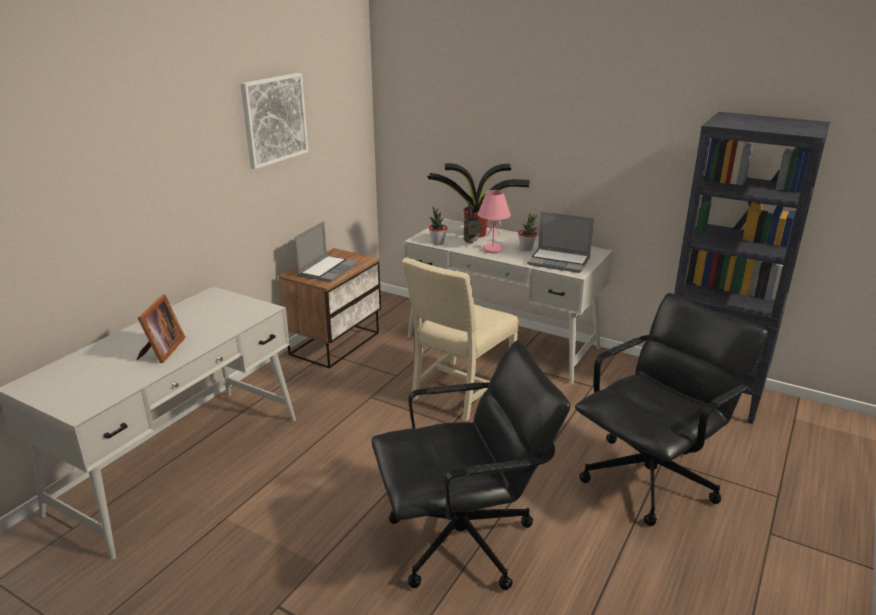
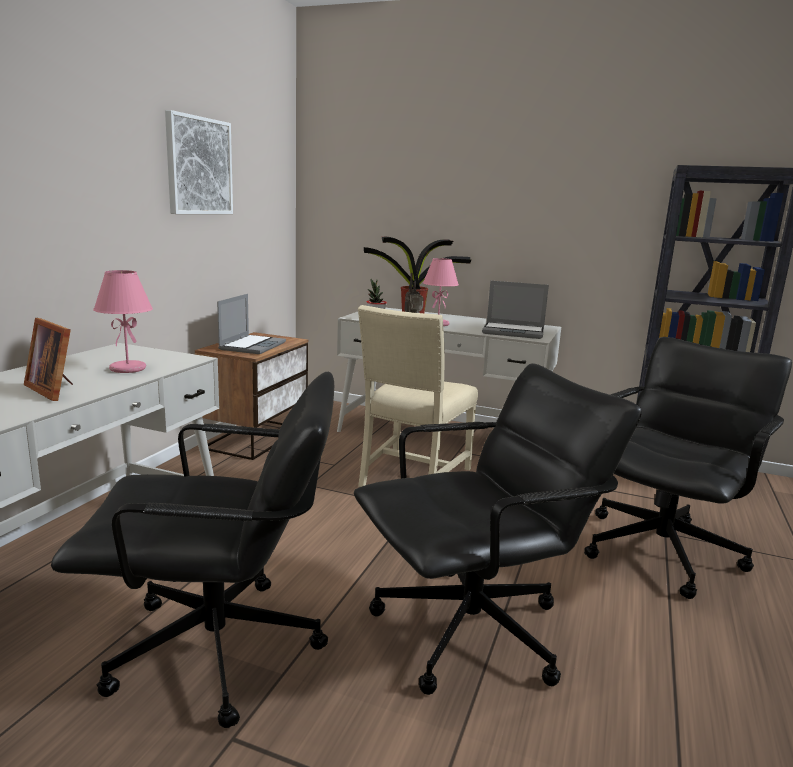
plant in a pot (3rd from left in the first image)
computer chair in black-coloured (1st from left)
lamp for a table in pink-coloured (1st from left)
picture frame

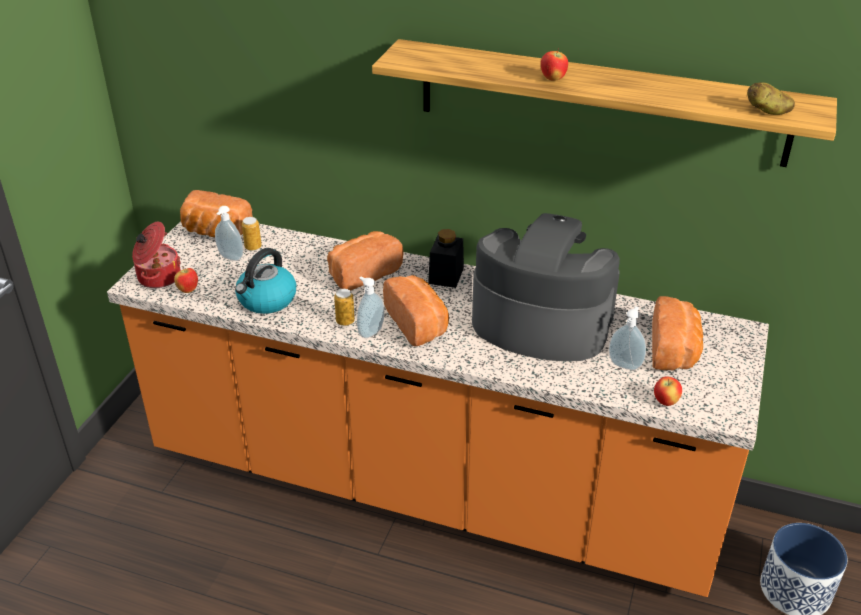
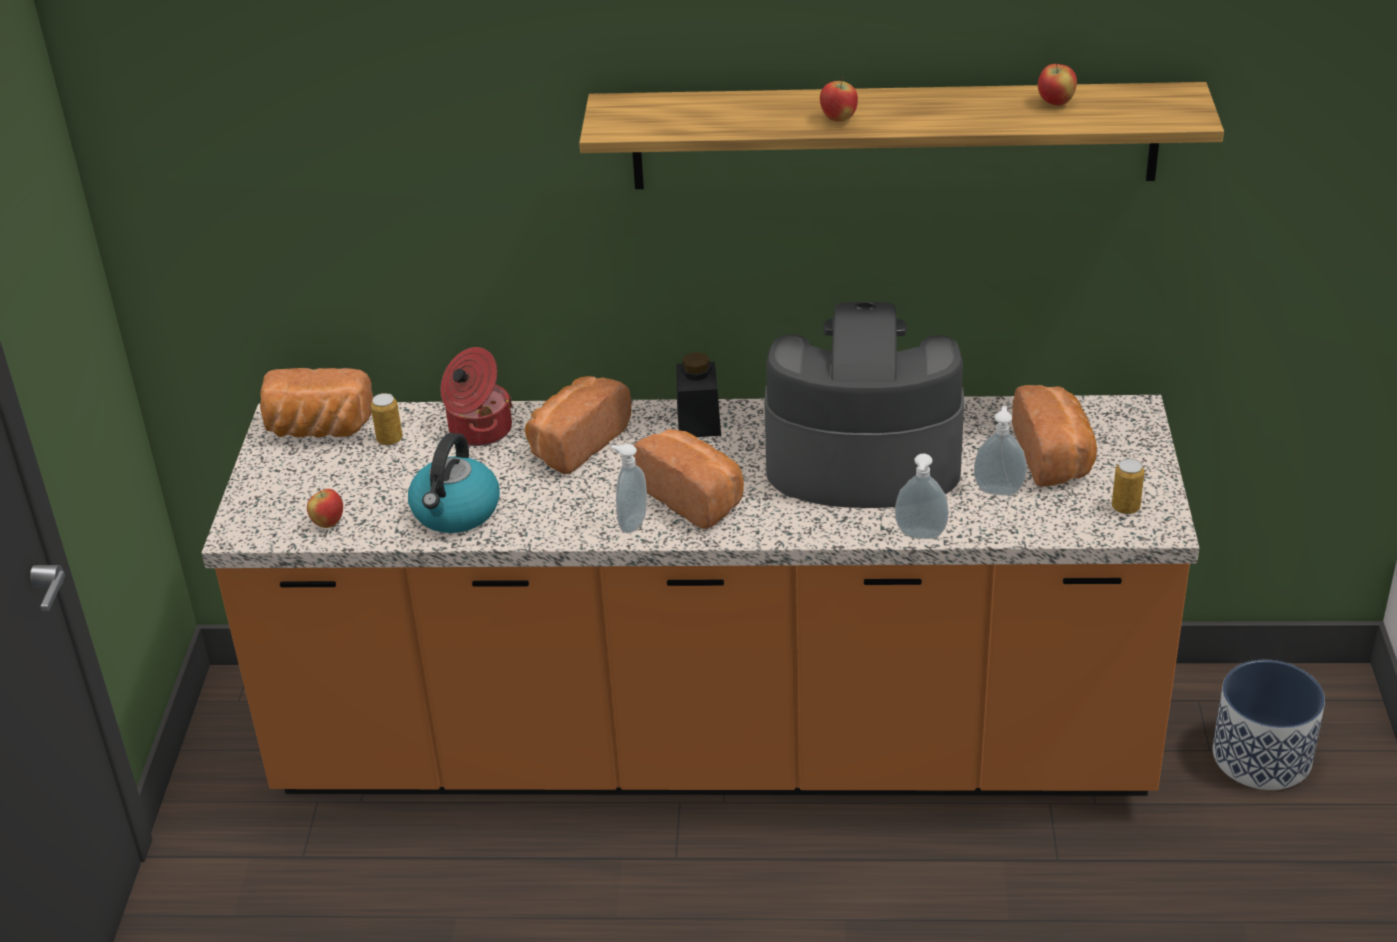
spud
cooking pot
soap bottle (2nd from left)
metal can (2nd from left)
apple (3rd from left)

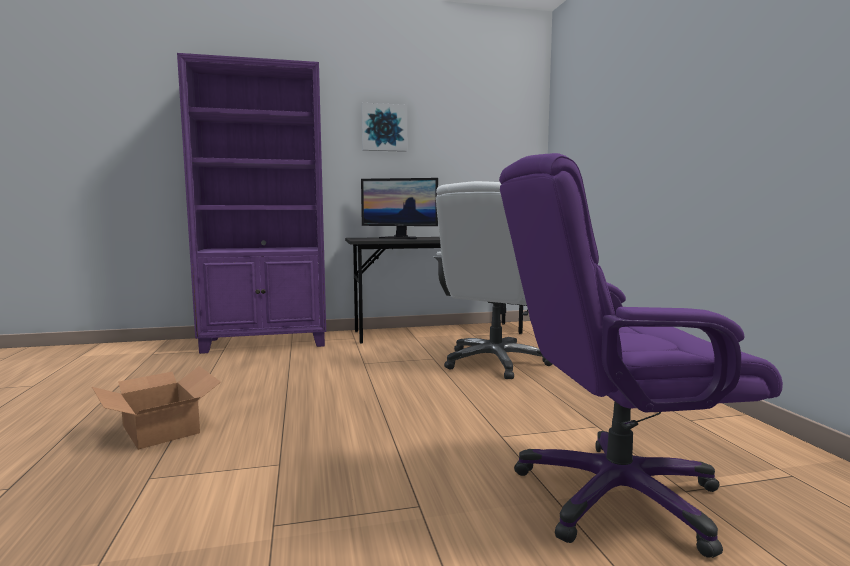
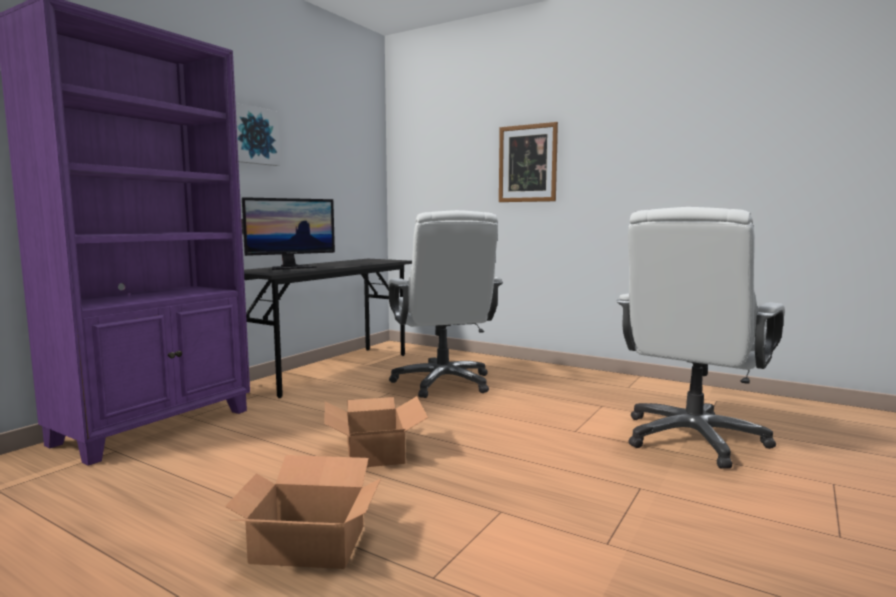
cardboard box (2nd from left)
wall picture (2nd from left)
computer chair in whitish (2nd from left)

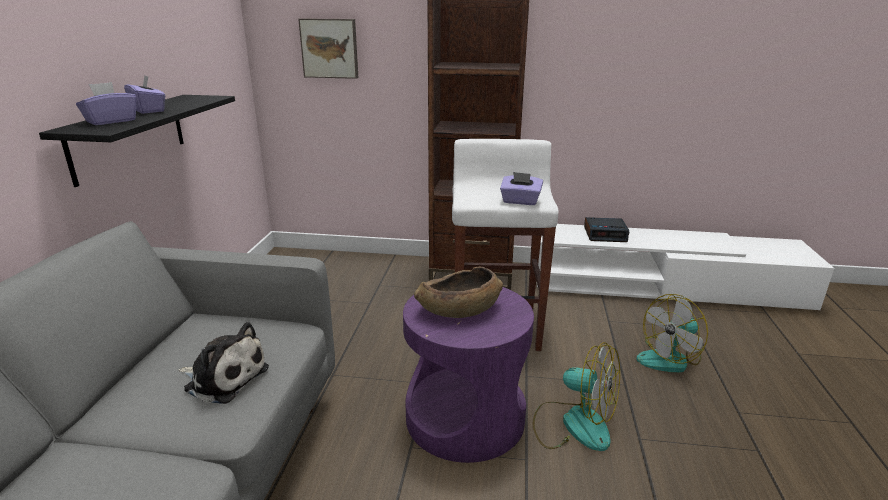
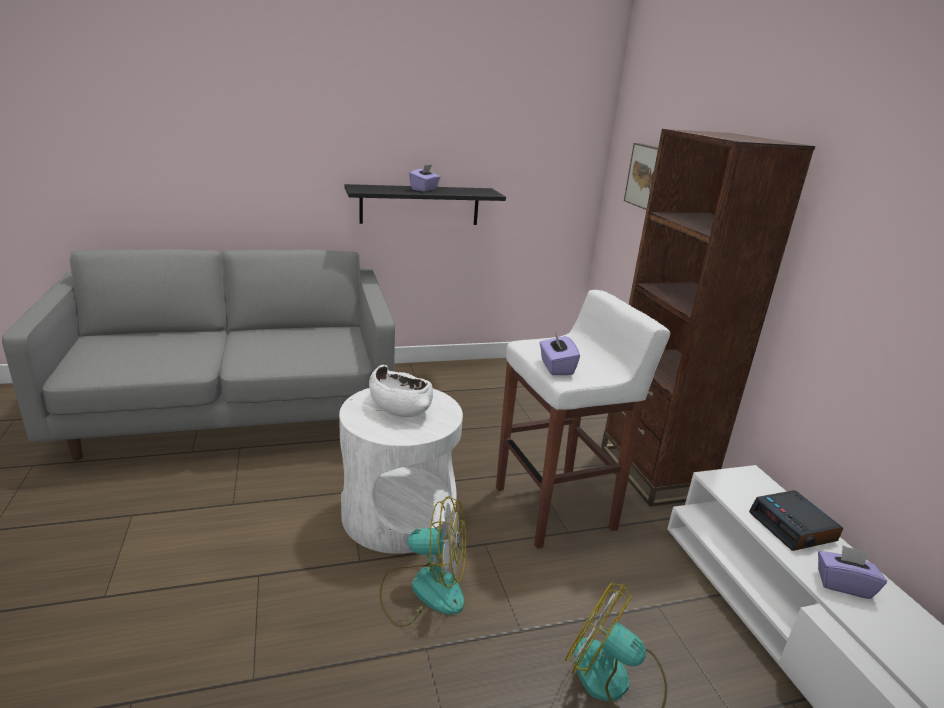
cuddly toy
box of tissues in purplish (3rd from left)
accent table in whitish
serving bowl in whitish
fan (1st from left)

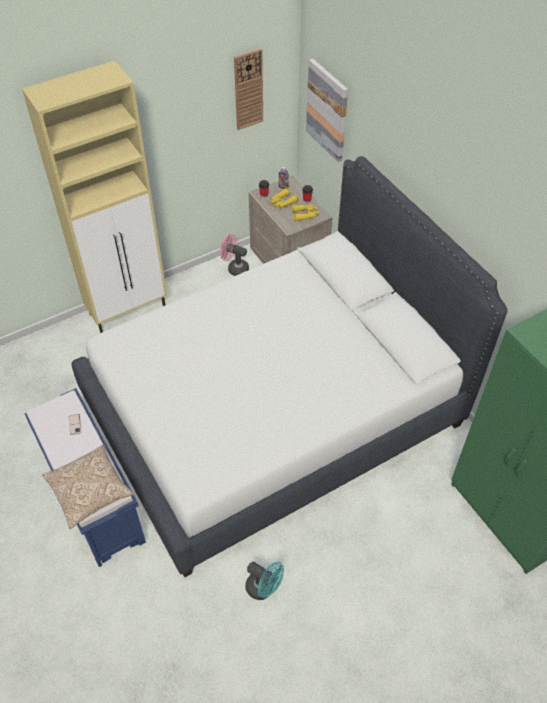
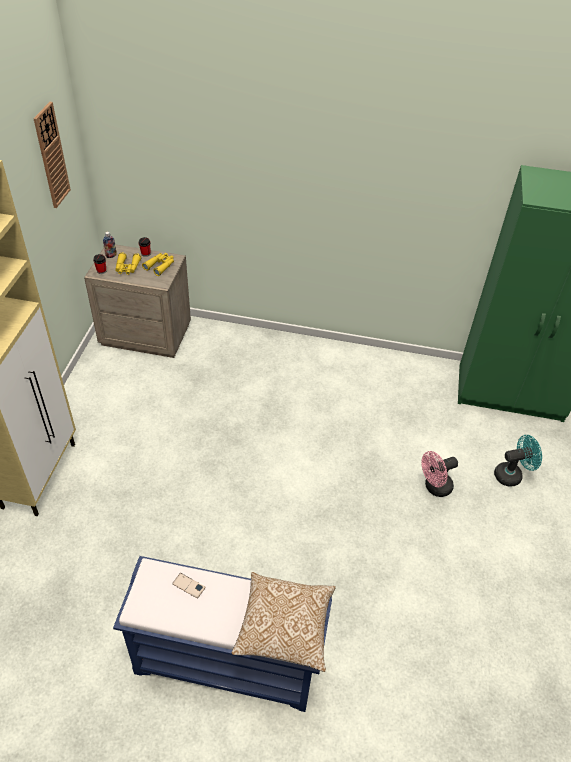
bedroom bed in whitish
wall picture
fan in pink-coloured
fan in turquoise

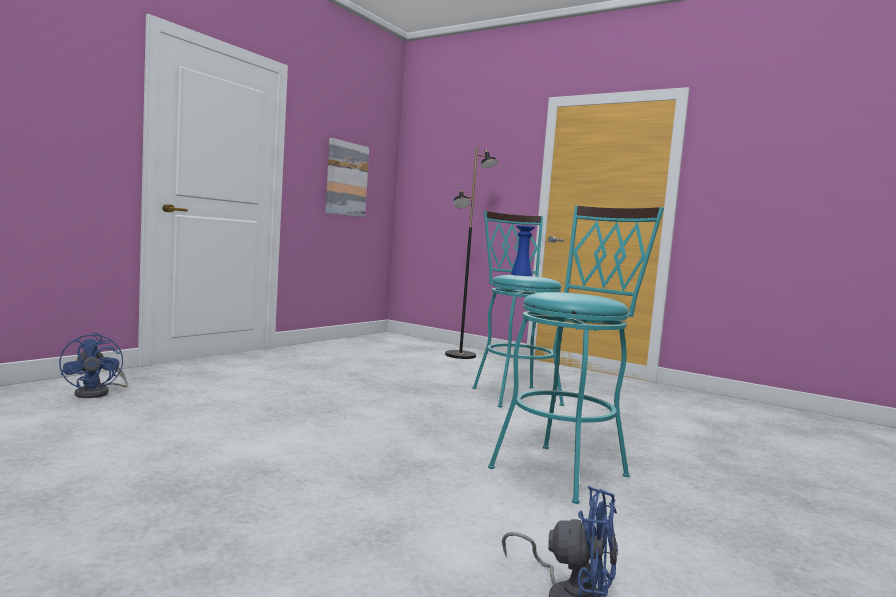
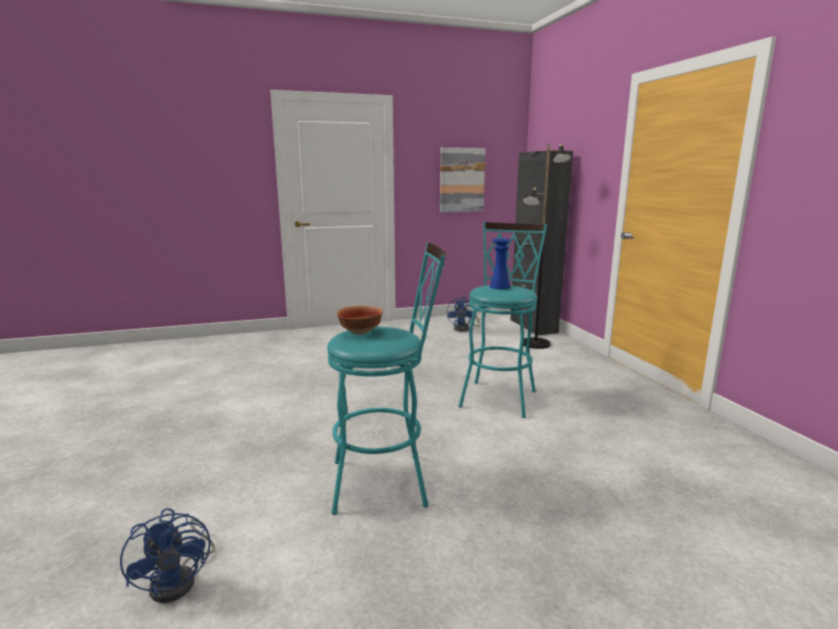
serving bowl
storage cabinet in black-coloured
fan in blue-coloured (2nd from left)

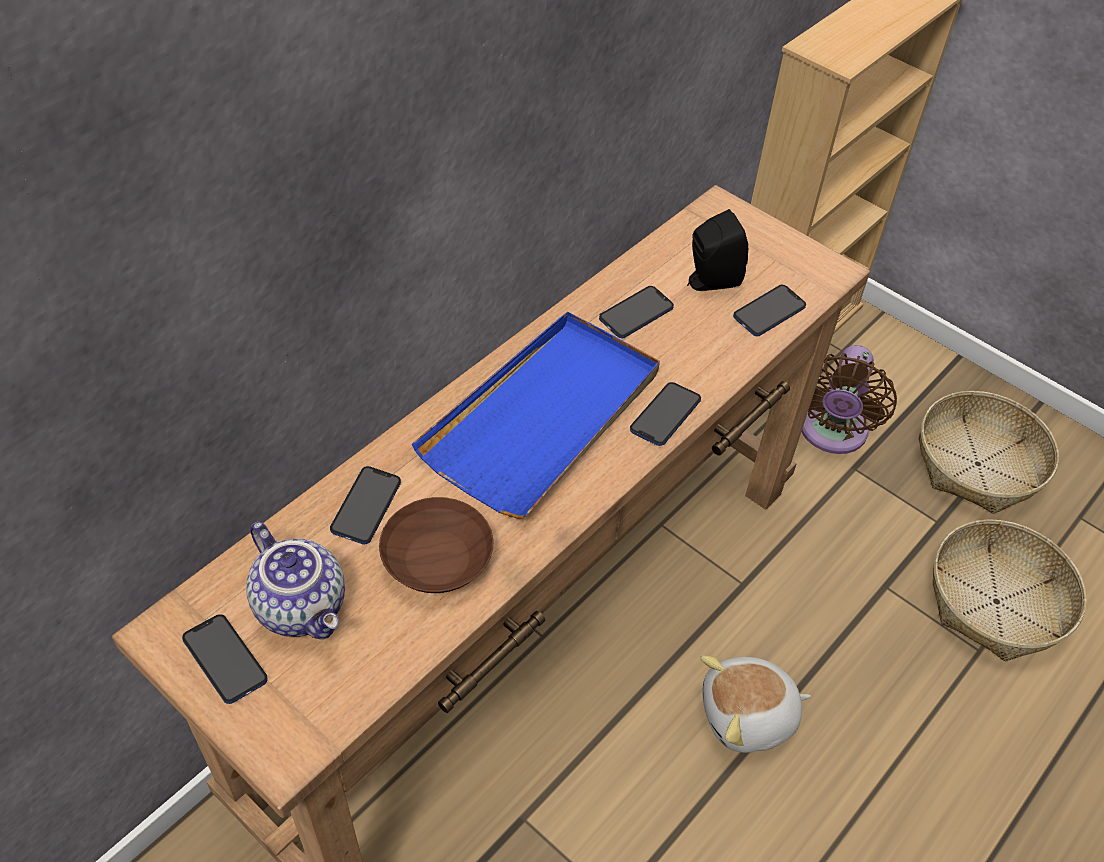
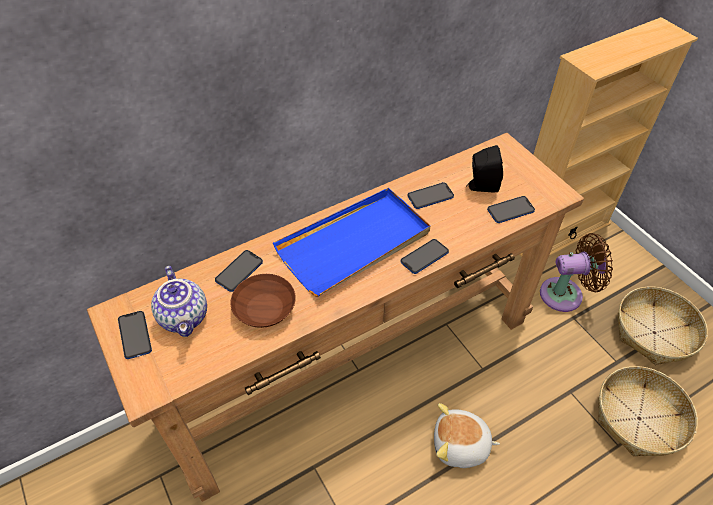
fan in brown-coloured

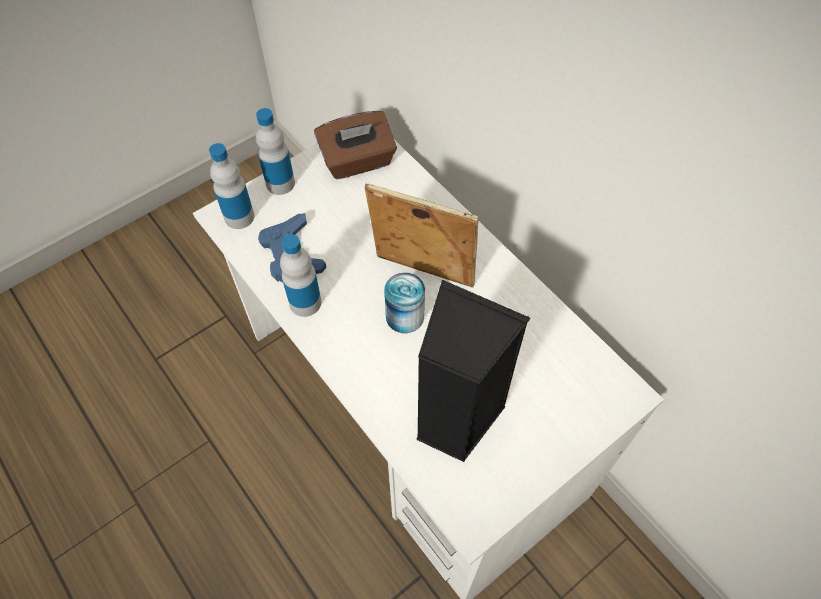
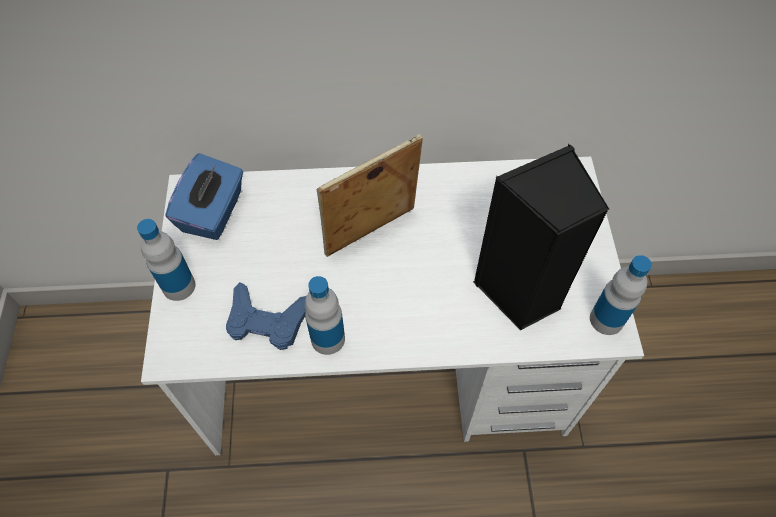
metal can
beverage bottle (3rd from left)
box of tissues in blue-coloured

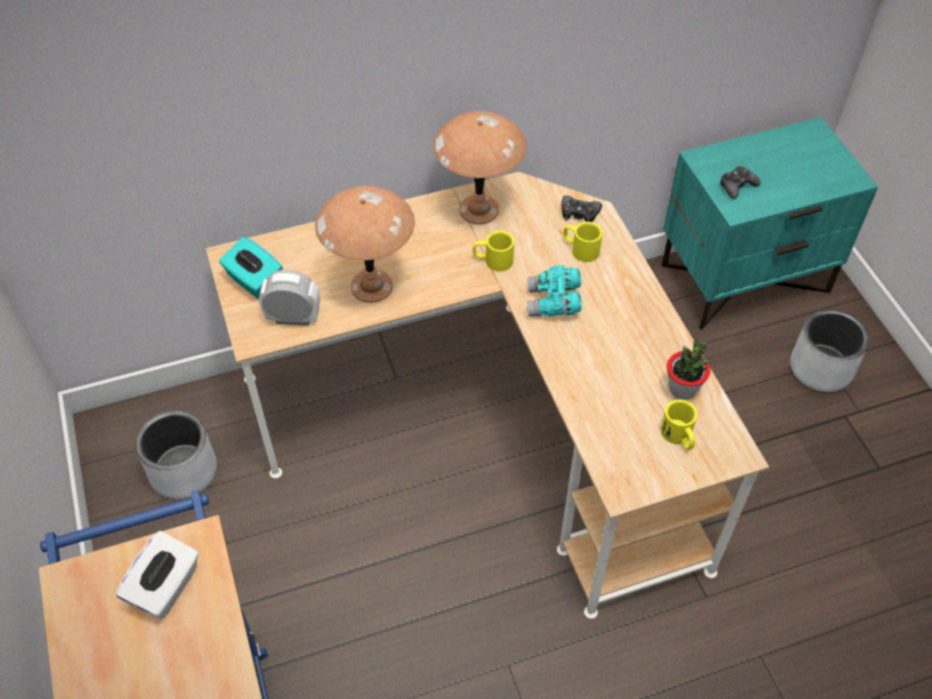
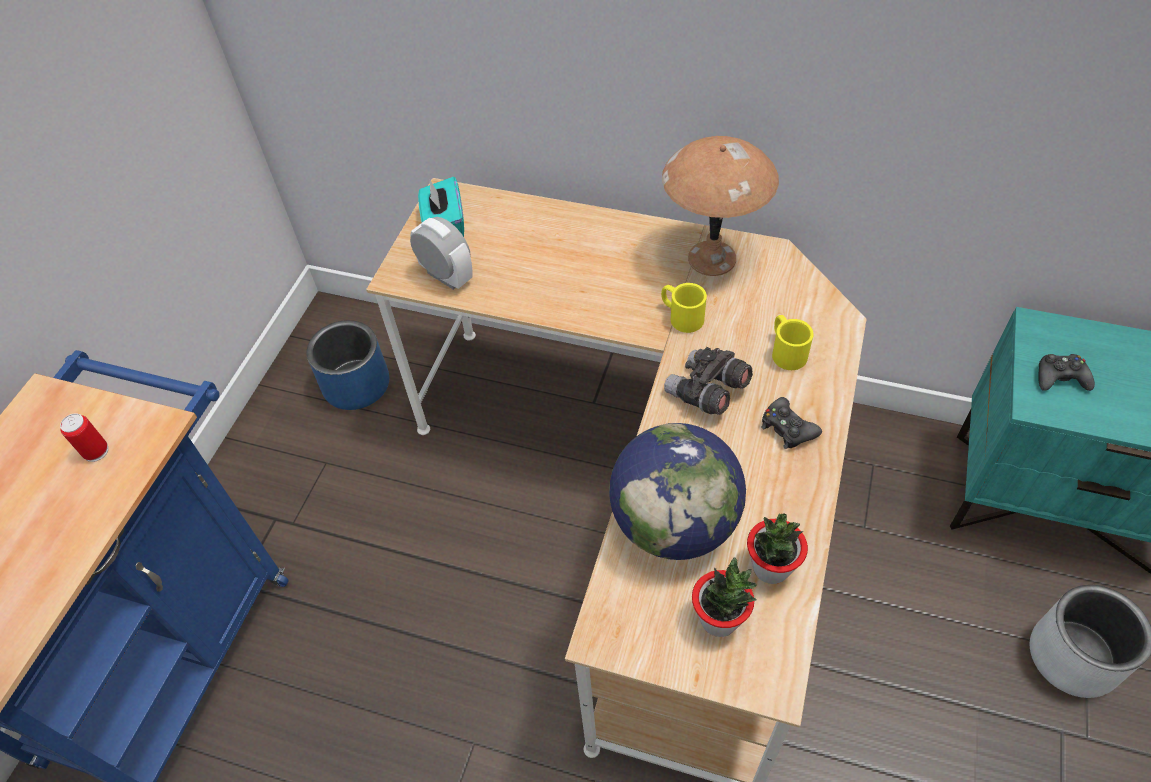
lamp for a table in brown-coloured (1st from left in the first image)
globe
game controller in black-coloured (1st from left)
metal can
plant in a pot (1st from left)
plant pot in blue-coloured
binoculars in grey

